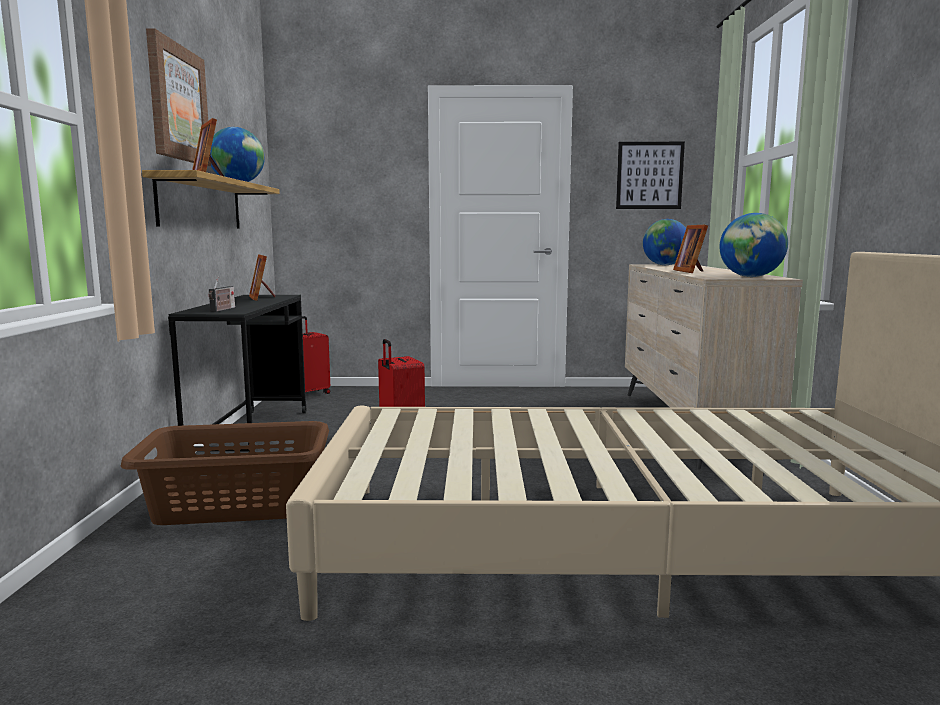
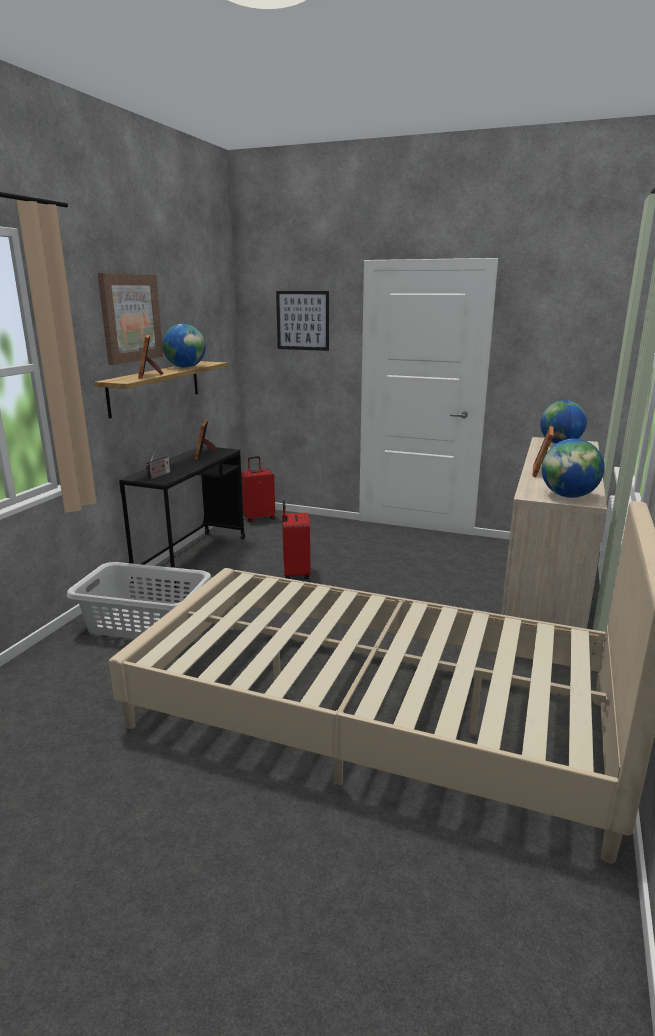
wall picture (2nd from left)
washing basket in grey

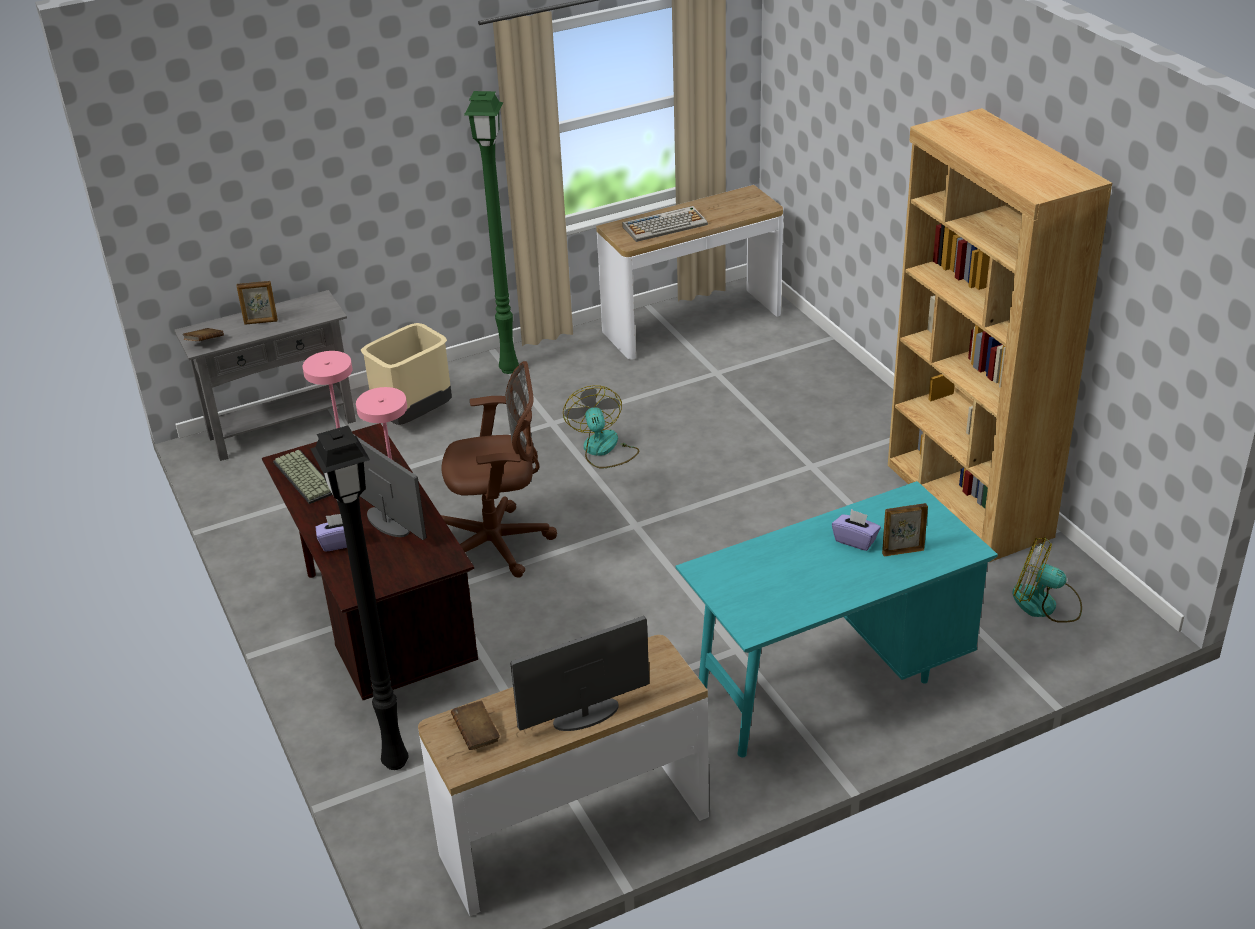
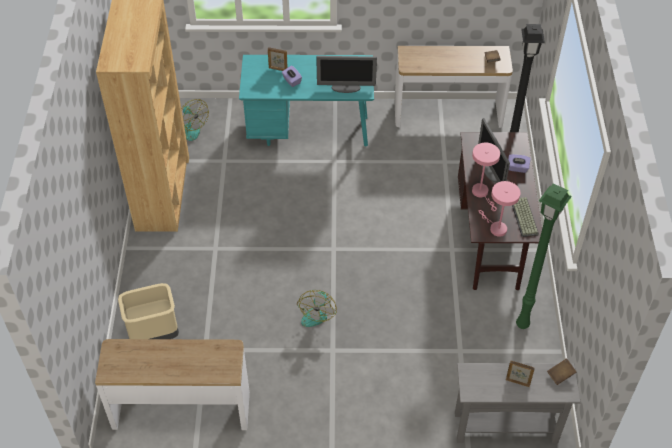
computer chair in brown-coloured
PC keyboard (2nd from left in the first image)
waste bin in sand-coloured
floor lamp in greenish
monitor (1st from left)

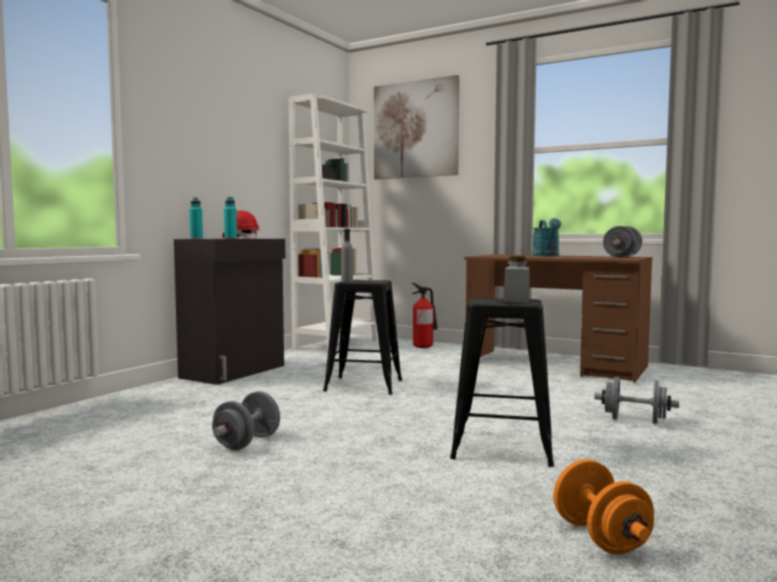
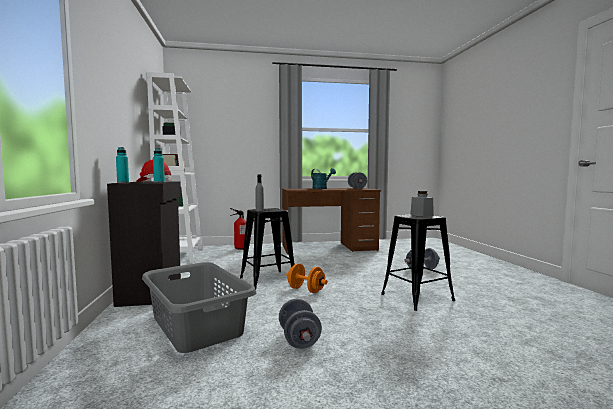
wall picture
washing basket in grey
free weight in orange

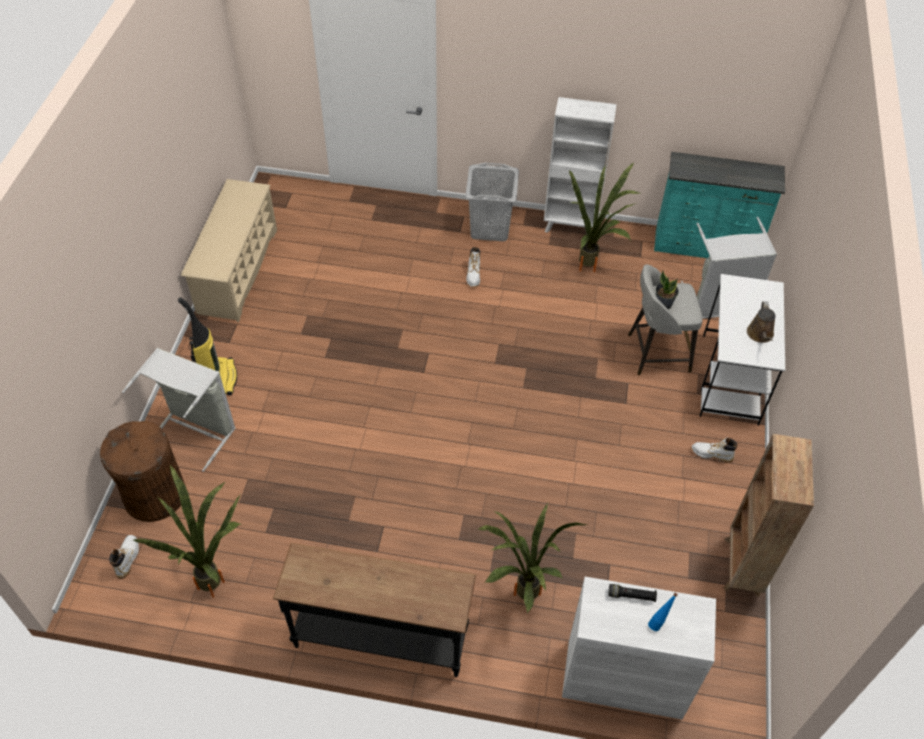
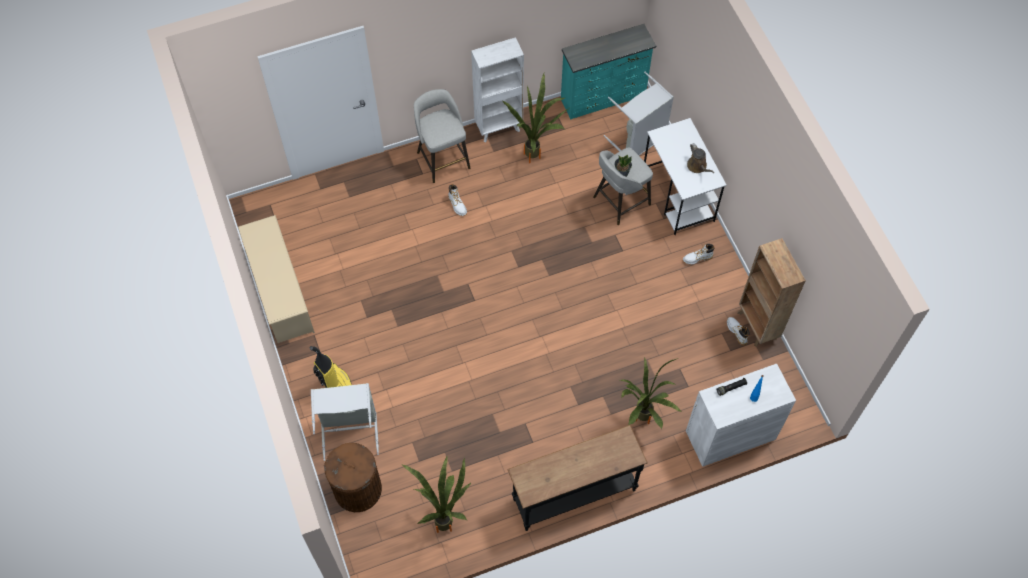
tall boot in whitish (3rd from left)
stool in grey (1st from left)

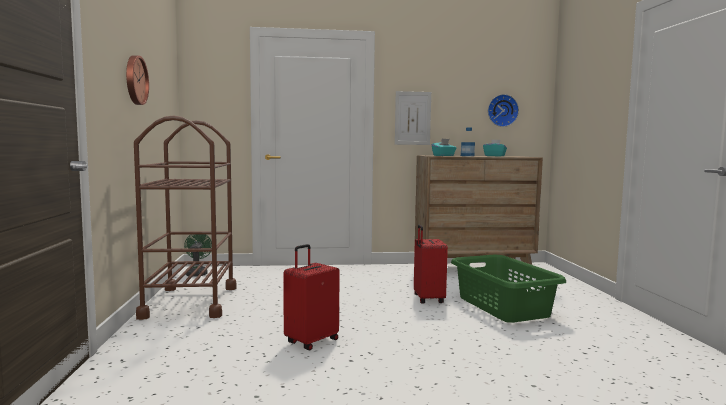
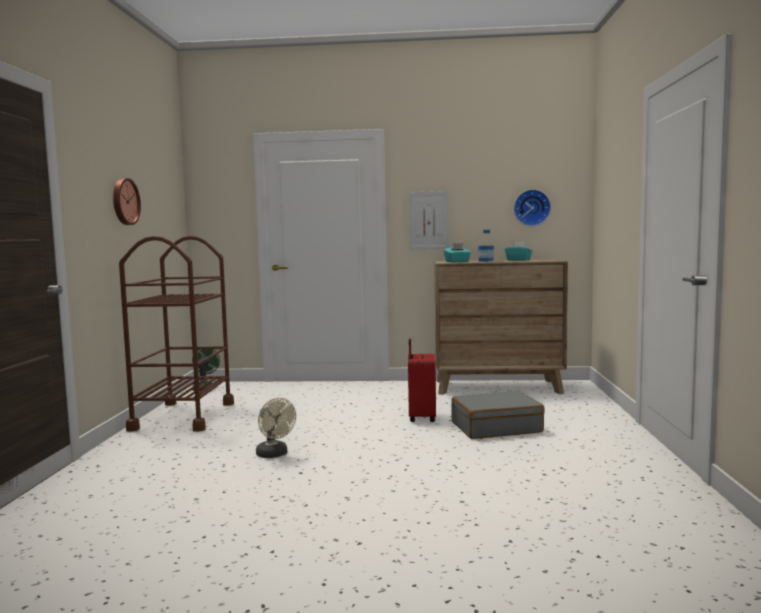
fan in sand-coloured
piece of luggage in grey

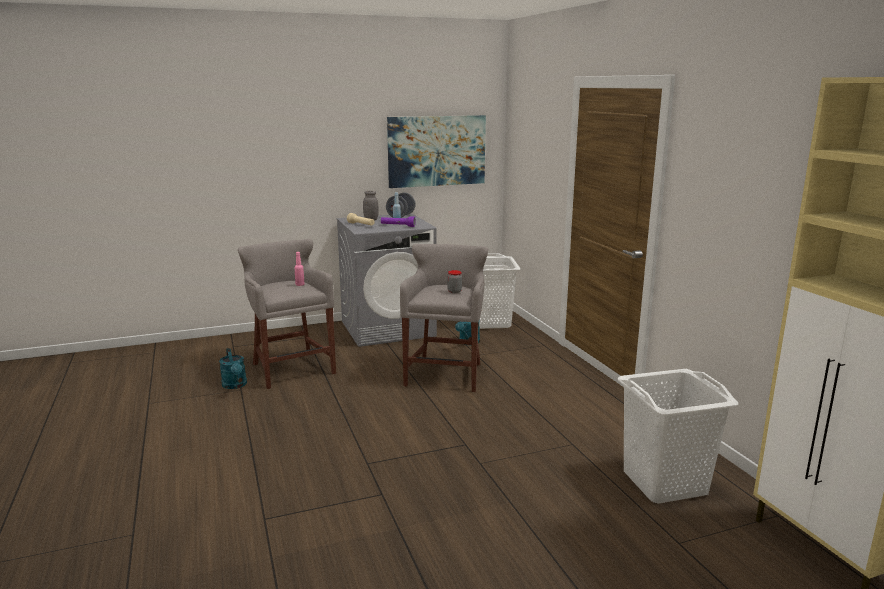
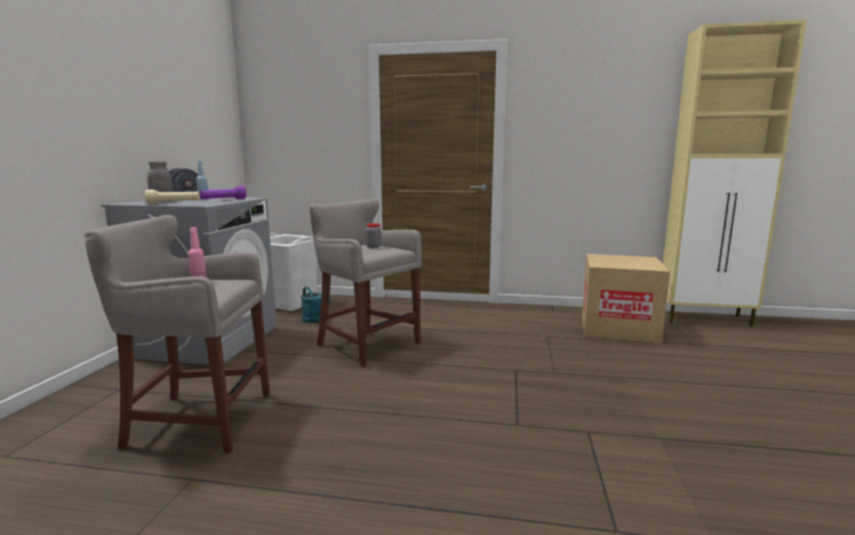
watering pot in turquoise (1st from left in the first image)
wall picture
cardboard box

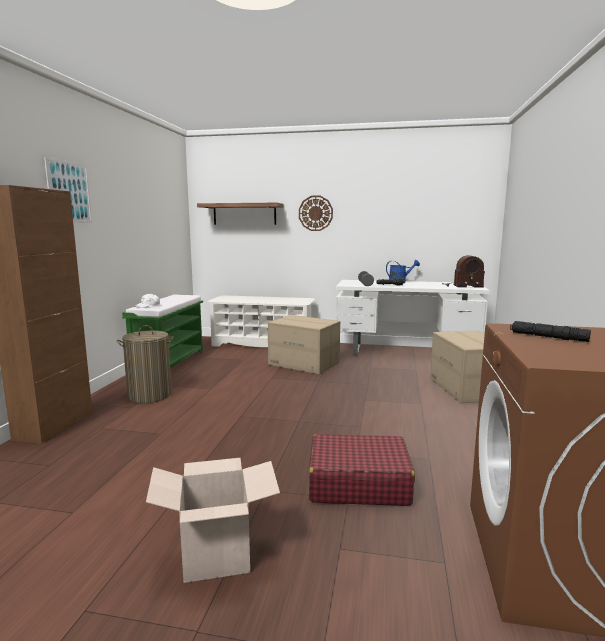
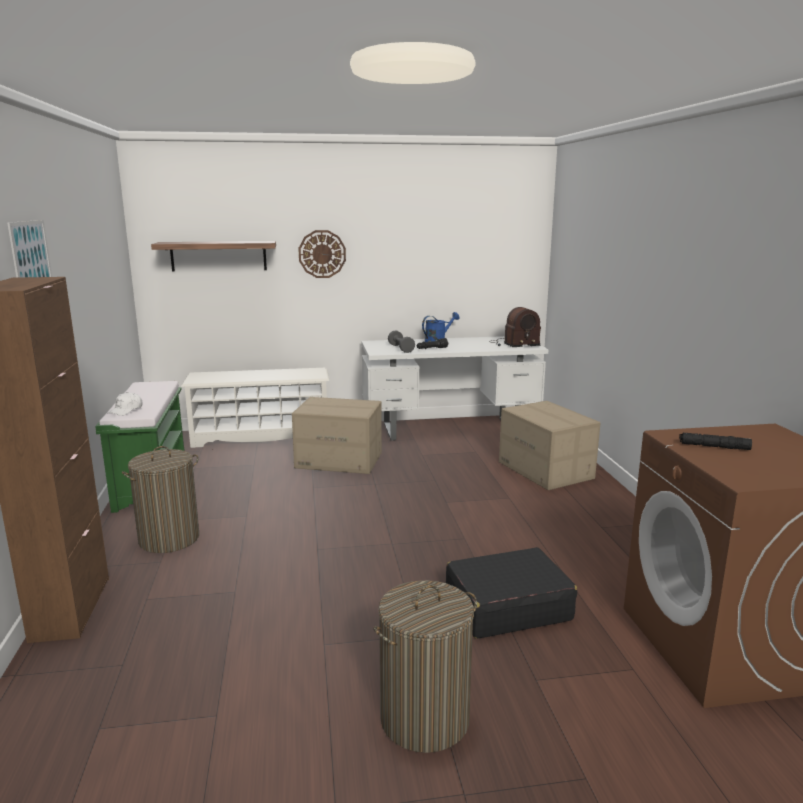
washing basket (2nd from left)
piece of luggage in black-coloured

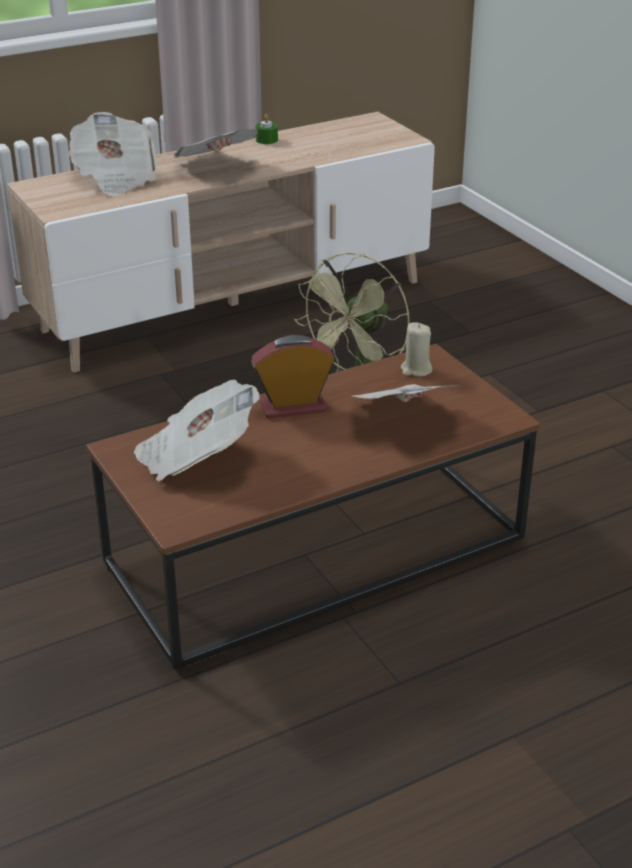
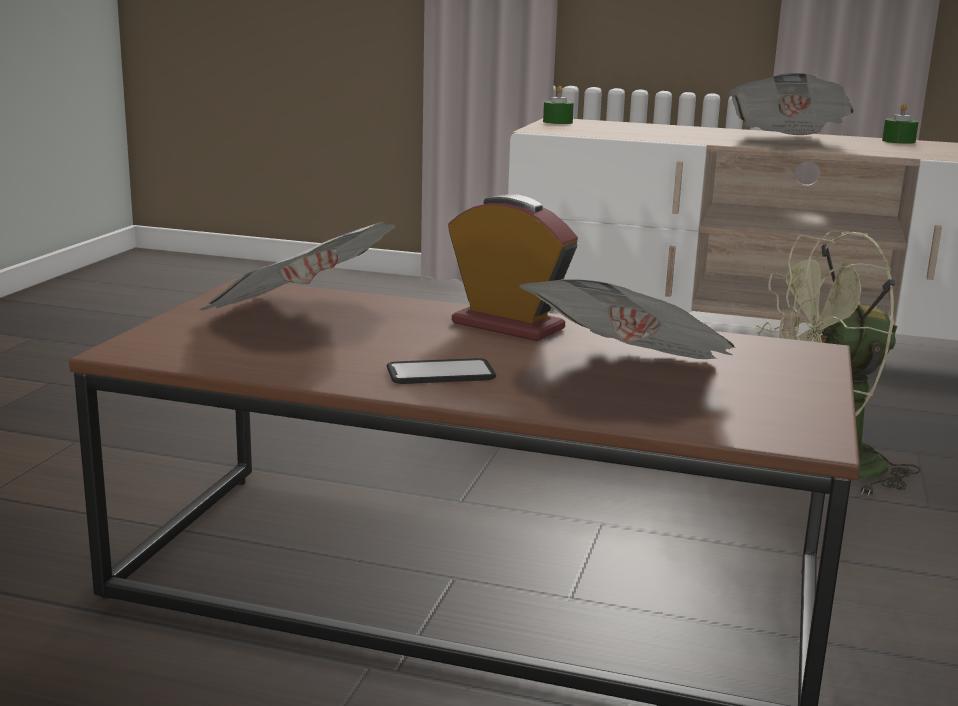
daily paper (1st from left in the first image)
wax candle in sand-coloured
handset
wax candle in greenish (1st from left)

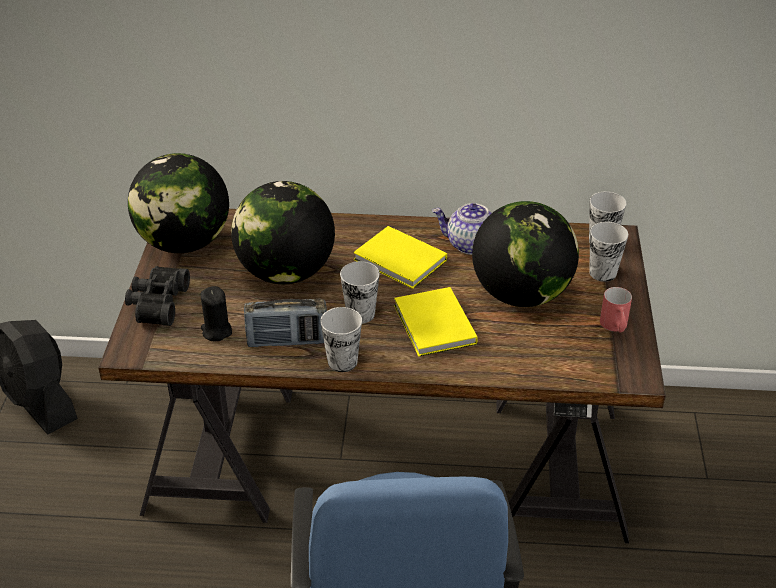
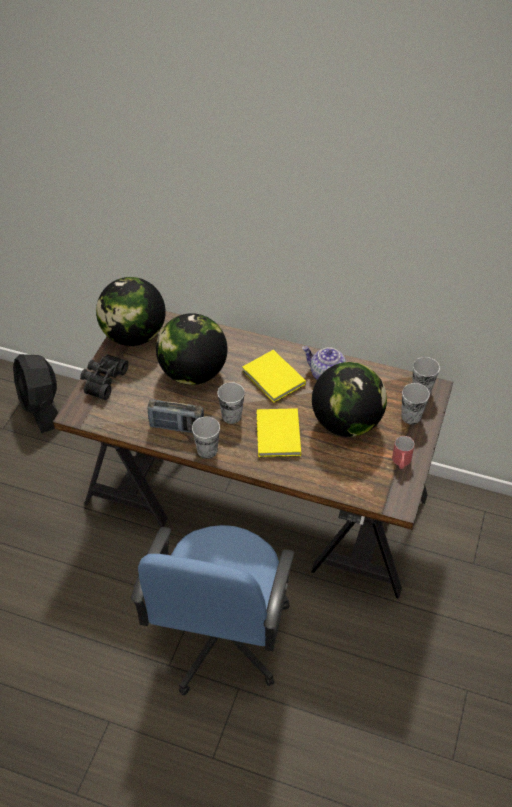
wax candle in black-coloured

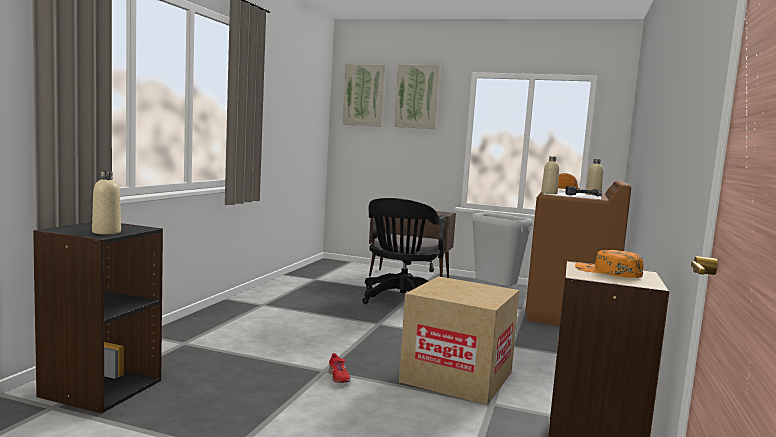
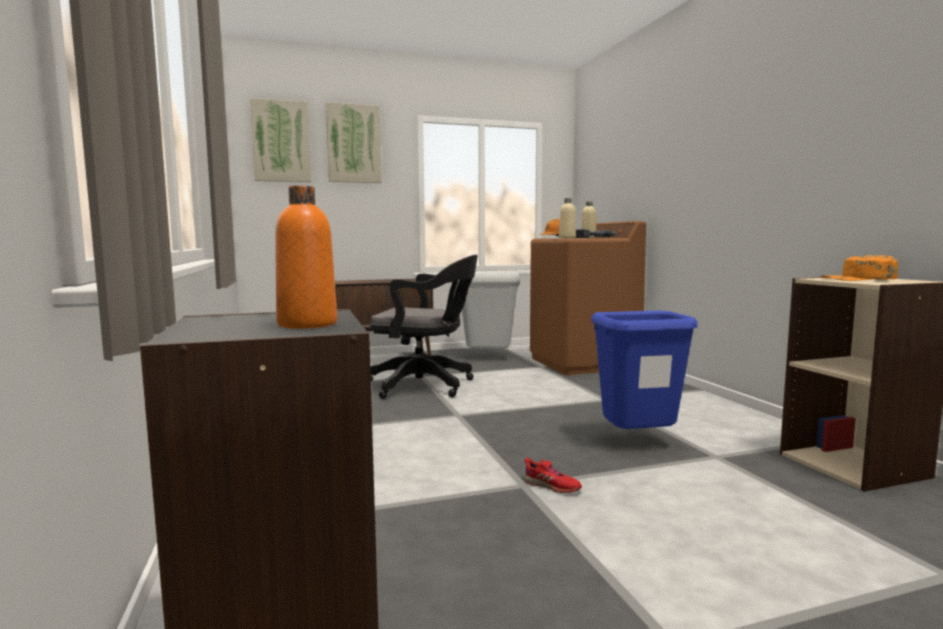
waste bin in blue-coloured
beverage bottle in orange
computer chair in black-coloured

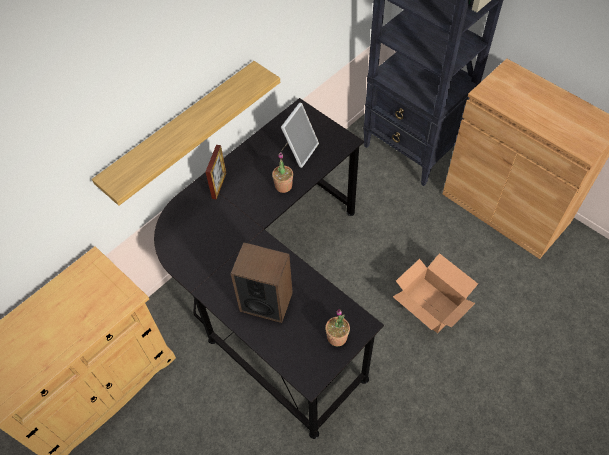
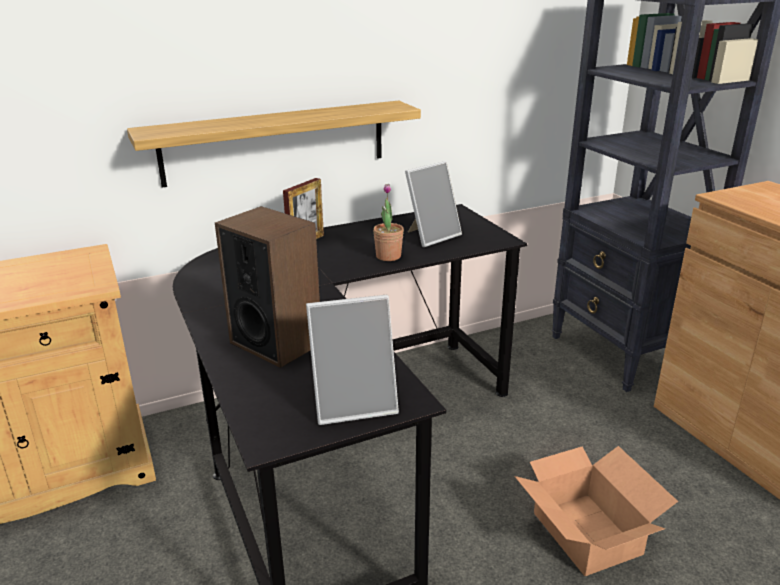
picture frame (2nd from left)

